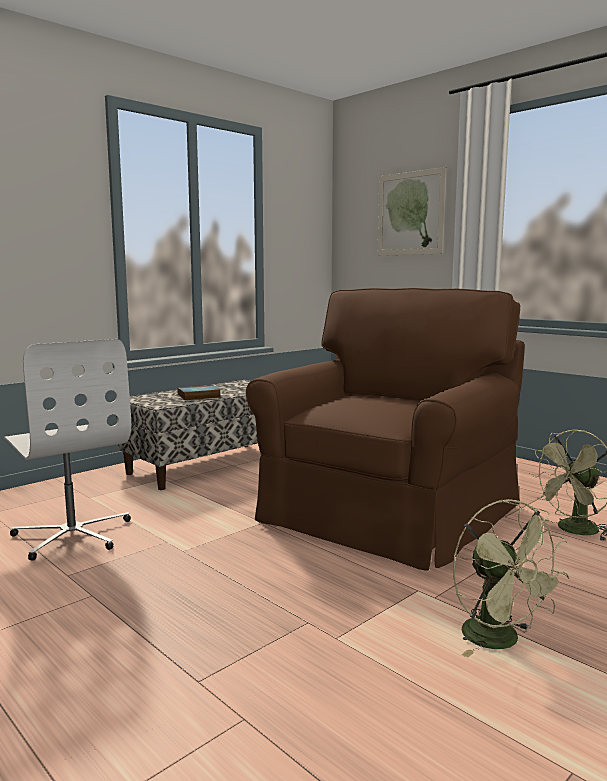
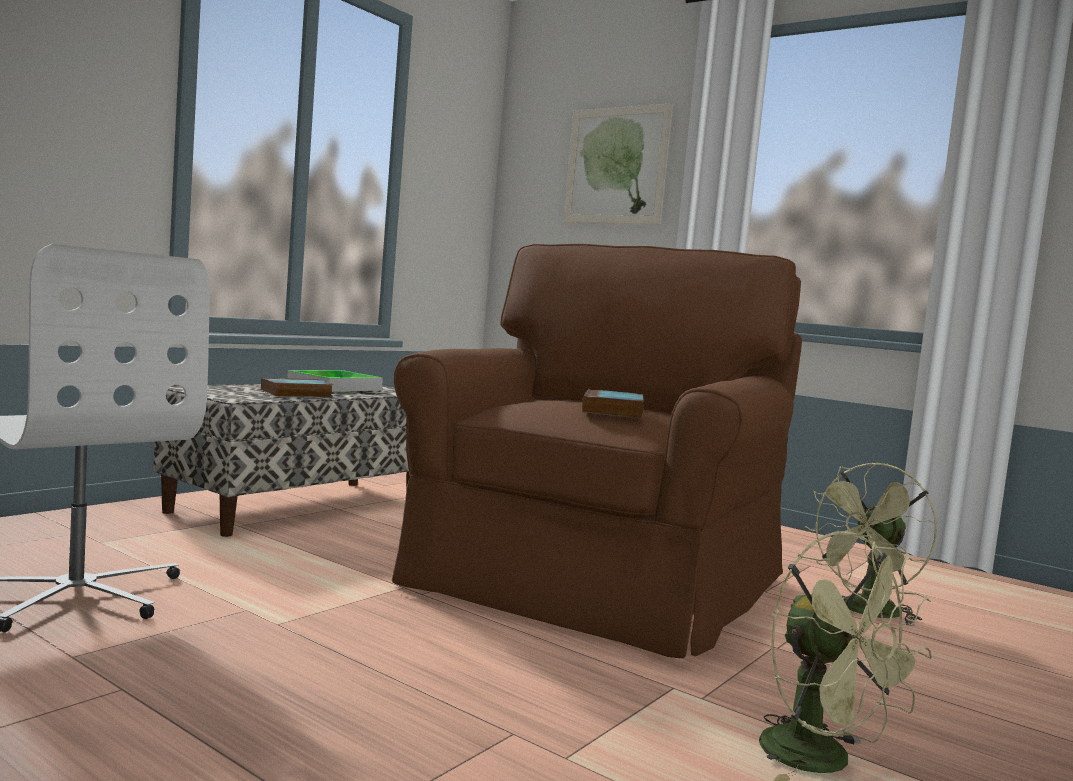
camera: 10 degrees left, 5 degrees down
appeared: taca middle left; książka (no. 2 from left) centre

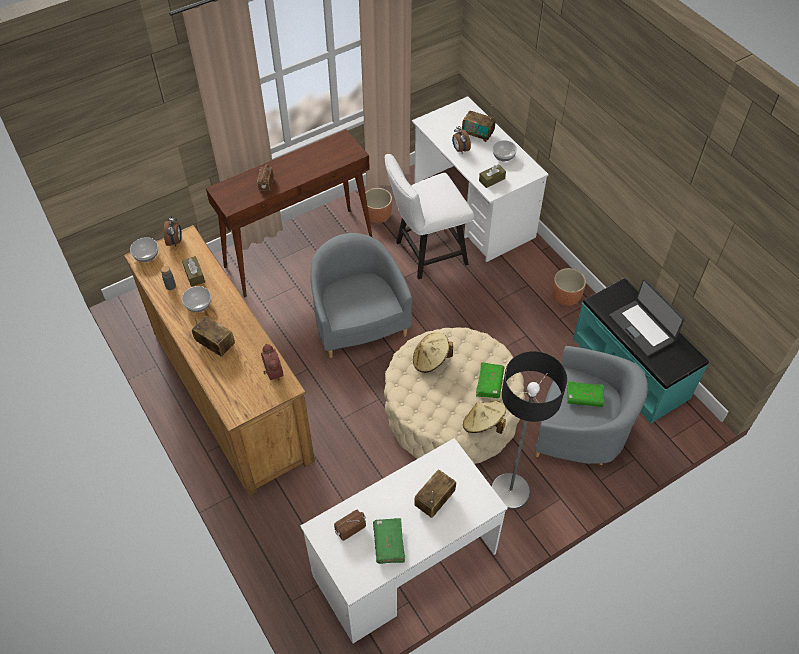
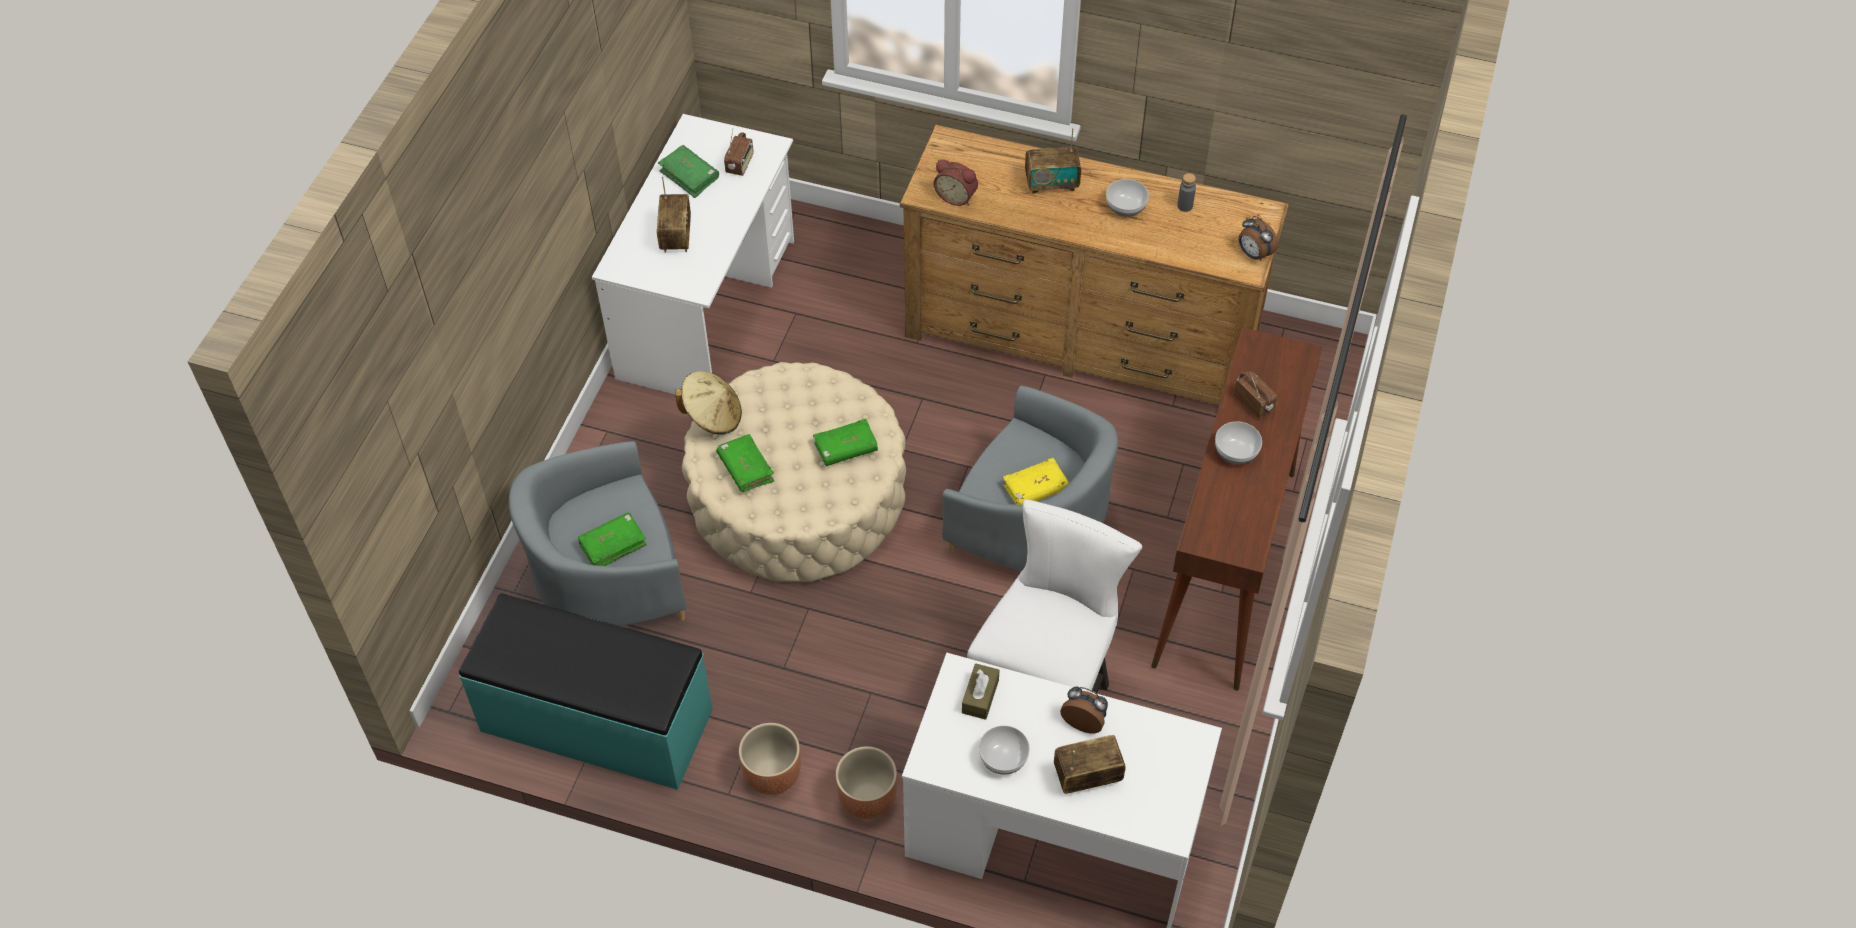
camera: 140 degrees right, 0 degrees up
missing: pudełko chusteczek [brązowy] (no. 1 from left) middle left; lampa stojąca centre; laptop middle right
appeared: książka [żółty] centre
relocated: miska (no. 1 from left in the first image) middle left to miska (no. 3 from left) middle right; donica [brązowy] (no. 1 from left in the first image) top centre to donica [brązowy] (no. 2 from left) bottom centre
exchanged: kapelusz [beżowy] (no. 1 from left) centre to książka [zielony] (no. 4 from left) centre

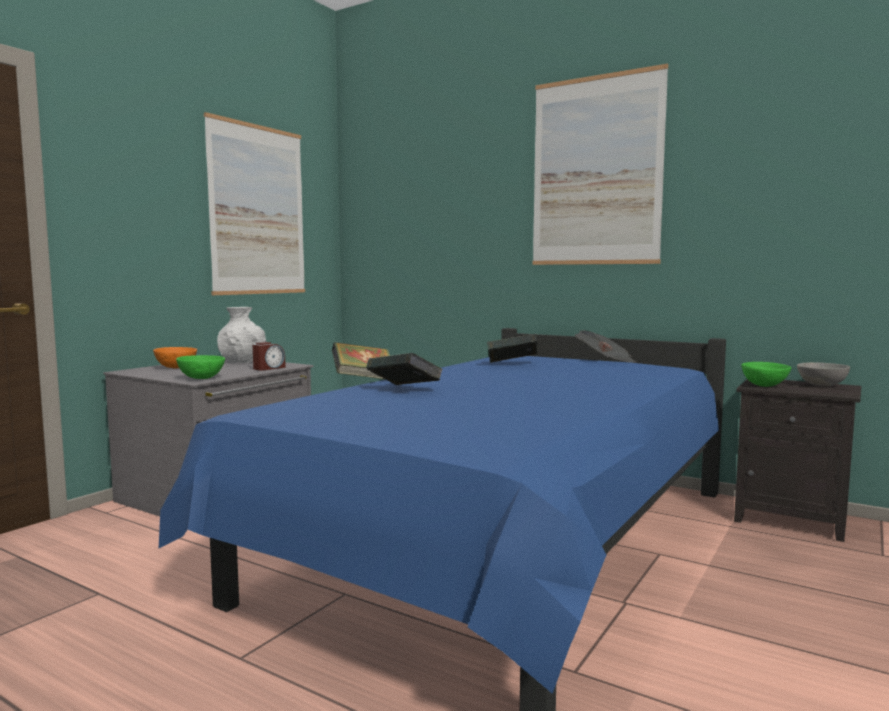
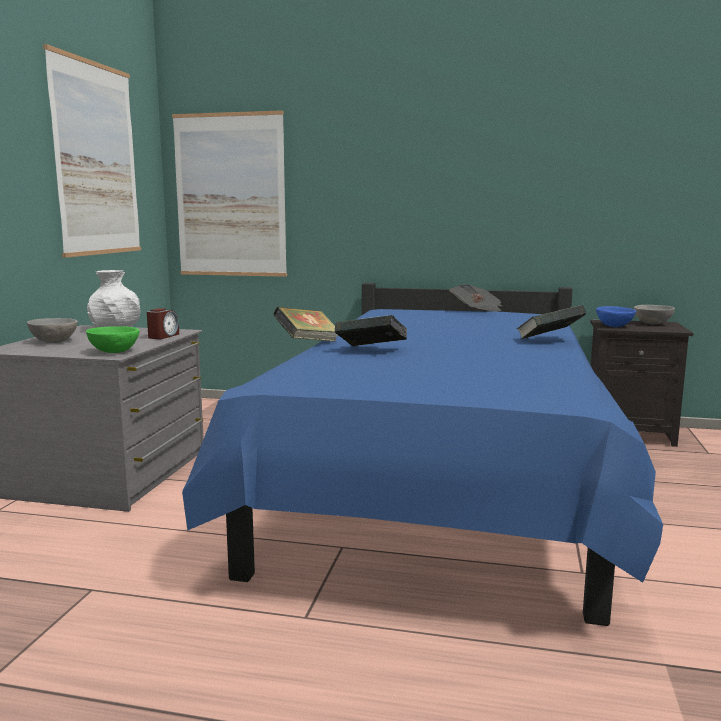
camera: 20 degrees left, 5 degrees up
relocated: książka (no. 3 from left) centre to middle right; obraz (no. 2 from left) top right to top left
colour: miska [pomarańczowy] middle left to miska [szary] (no. 1 from left) middle left; miska [zielony] (no. 2 from left) middle right to miska [niebieski] middle right

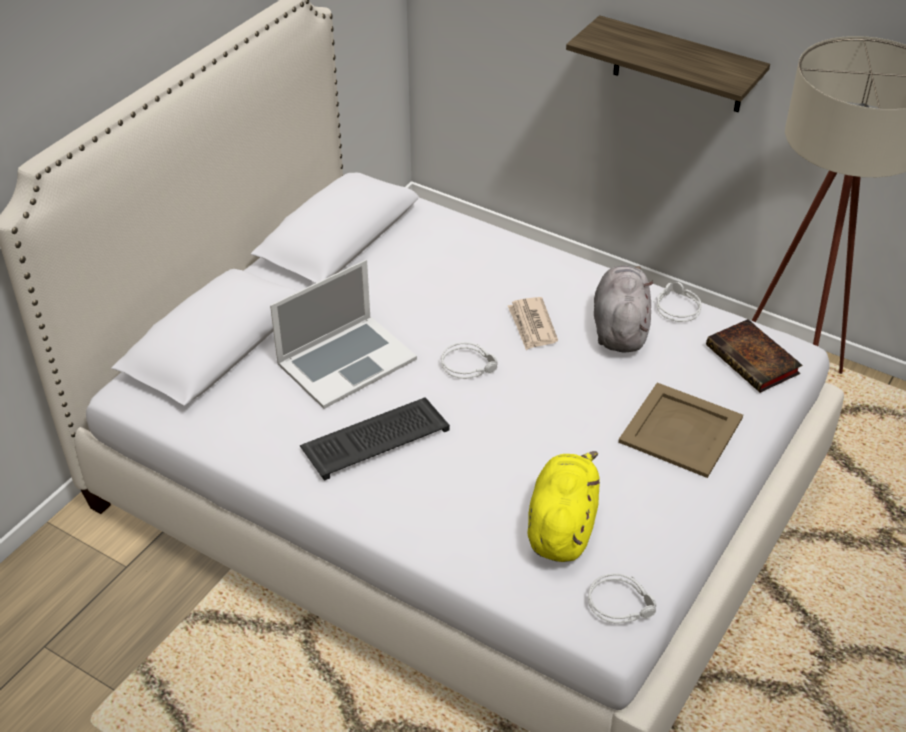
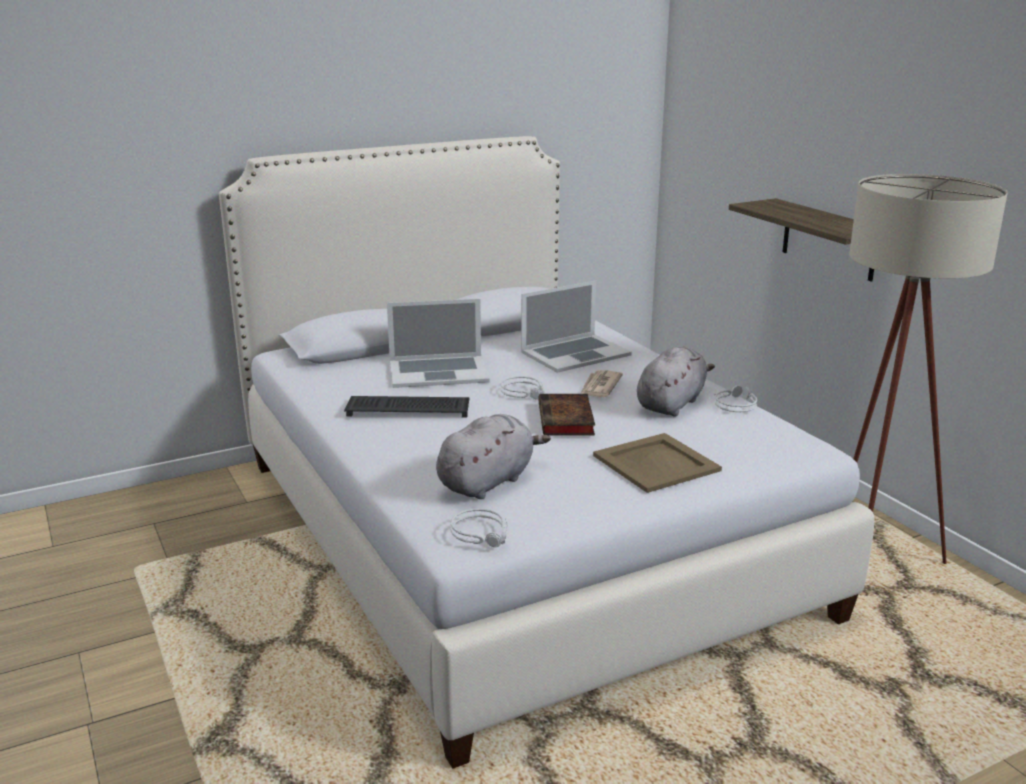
camera: 30 degrees right, 20 degrees down
appeared: laptop (no. 2 from left) centre
relocated: książka middle right to centre
colour: pluszak [żółty] bottom centre to pluszak [szary] (no. 1 from left) centre

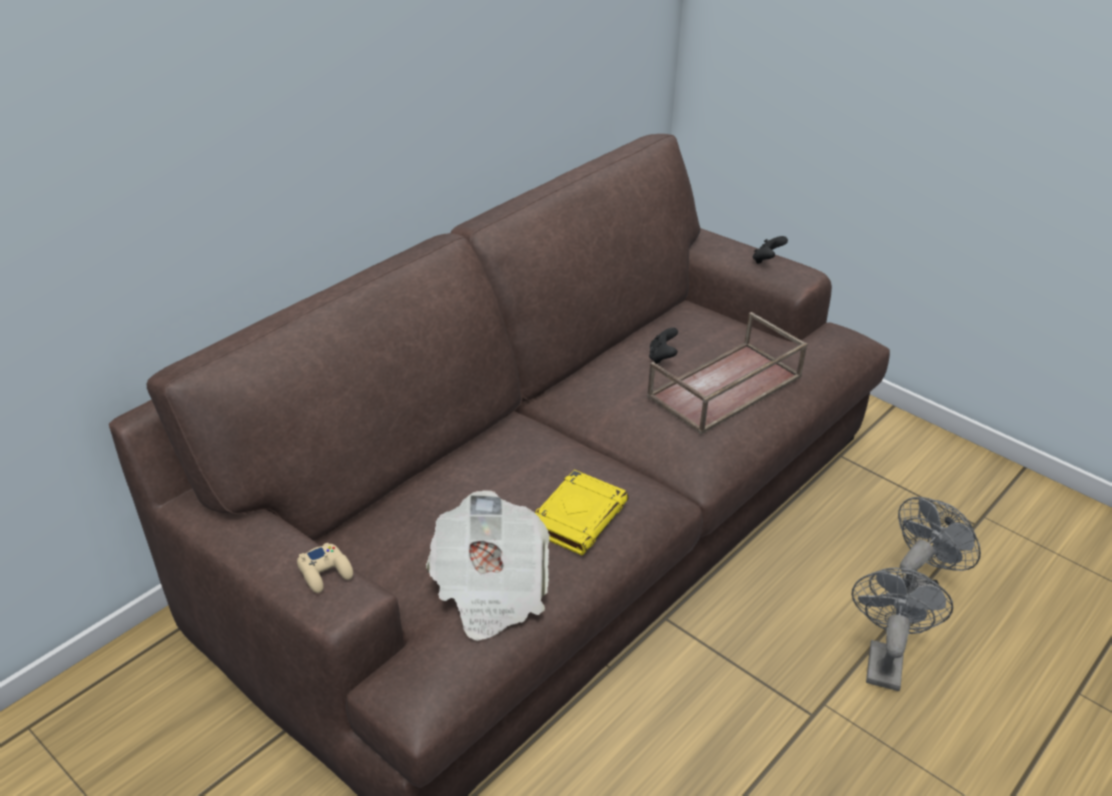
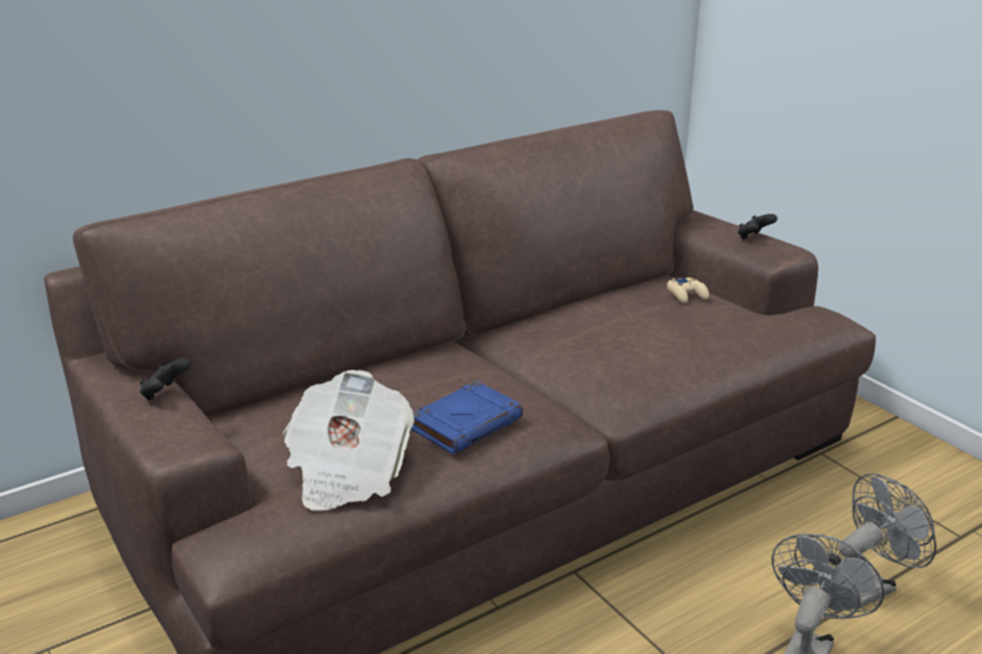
camera: 15 degrees right, 10 degrees down
missing: taca [brązowy] centre
relocated: pad do gier [beżowy] bottom left to middle right; pad do gier [czarny] (no. 1 from left) centre to middle left
colour: książka [żółty] centre to książka [niebieski] centre

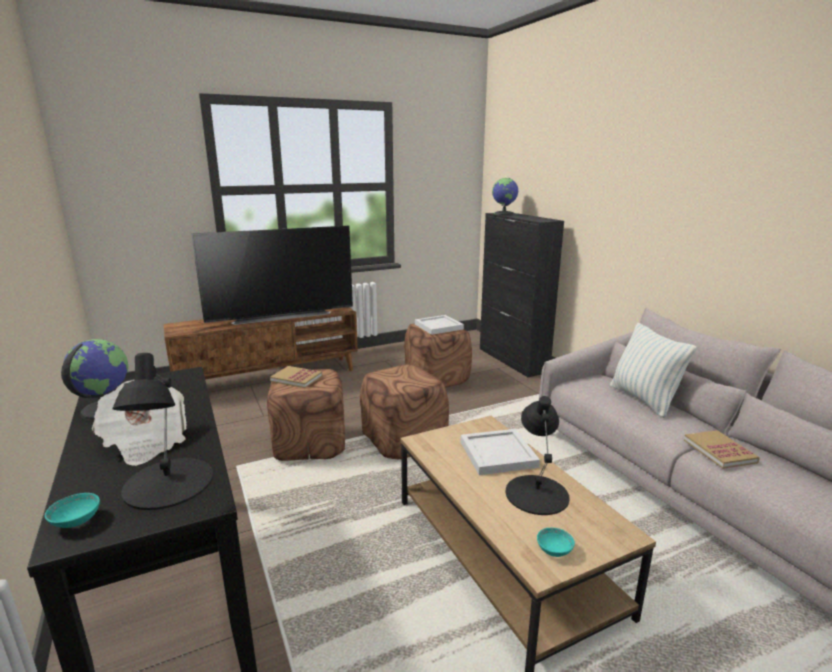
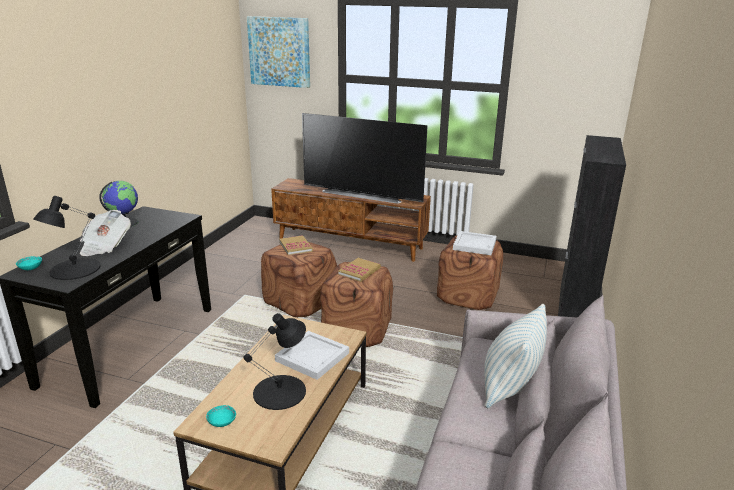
camera: 45 degrees right, 5 degrees up
missing: globus (no. 2 from left) top centre
appeared: obraz top centre
relocated: książka (no. 2 from left) bottom right to centre

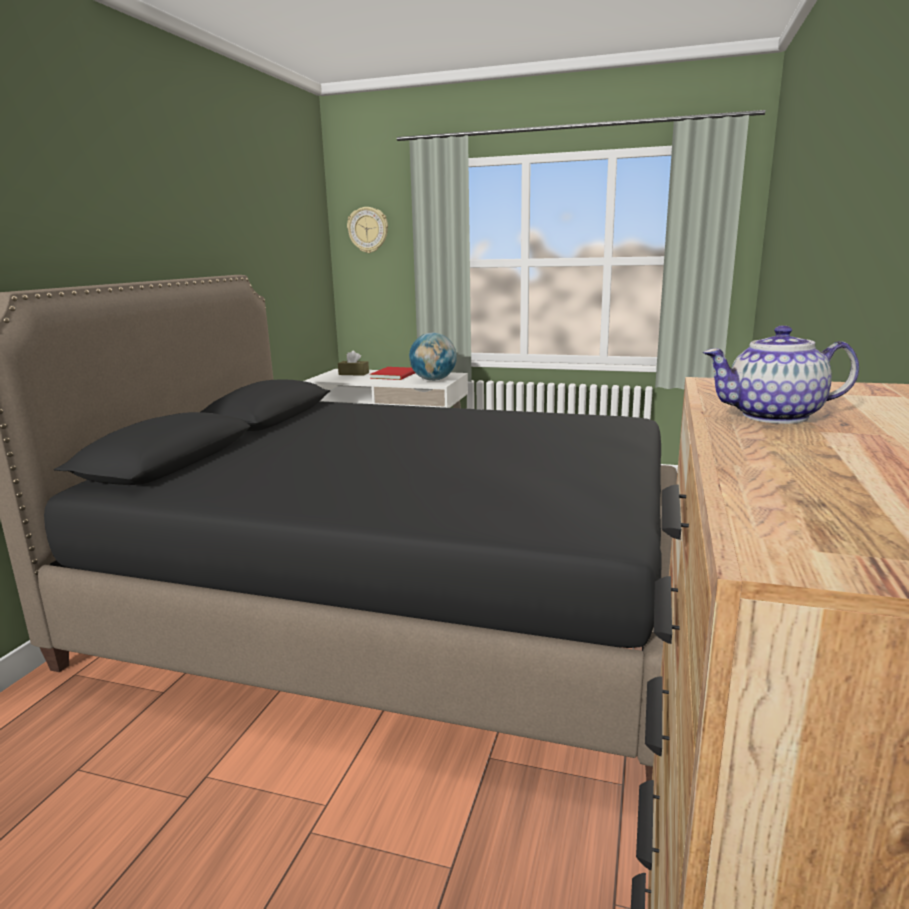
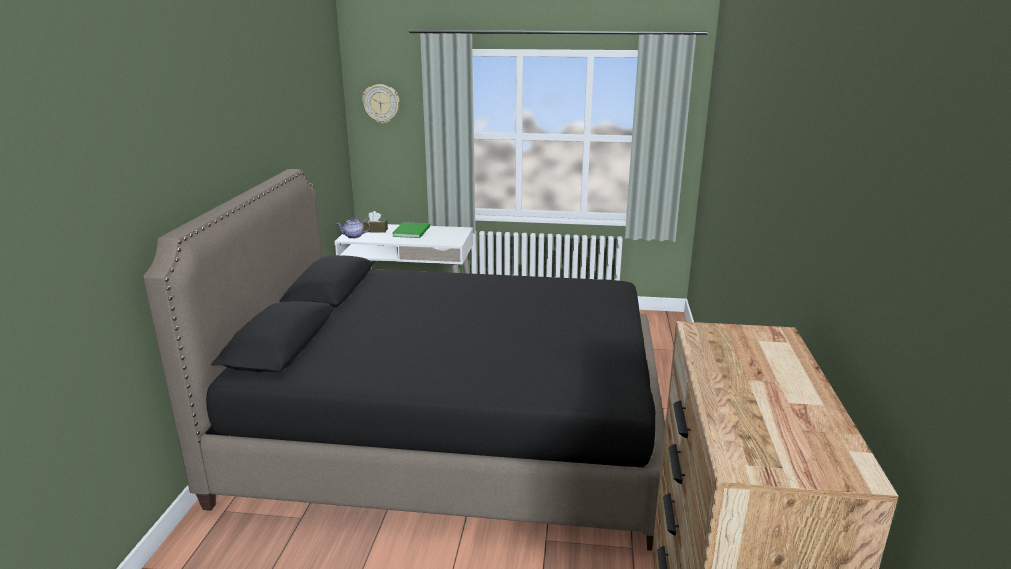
camera: 10 degrees left, 5 degrees up
missing: globus centre
relocated: imbryk middle right to centre
colour: książka [czerwony] centre to książka [zielony] centre

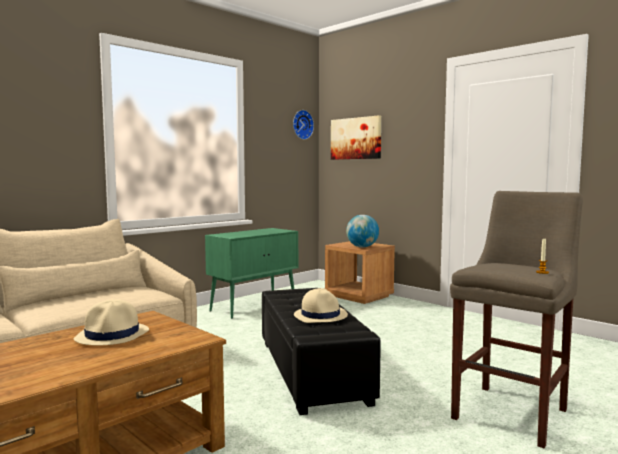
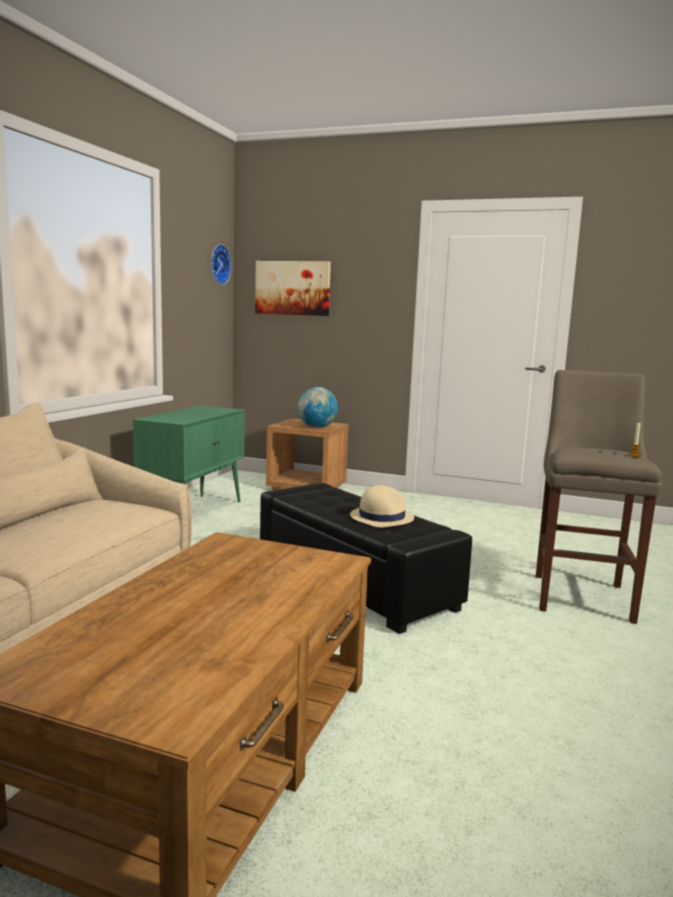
camera: 25 degrees left, 5 degrees up
missing: kapelusz [beżowy] (no. 1 from left) bottom left

